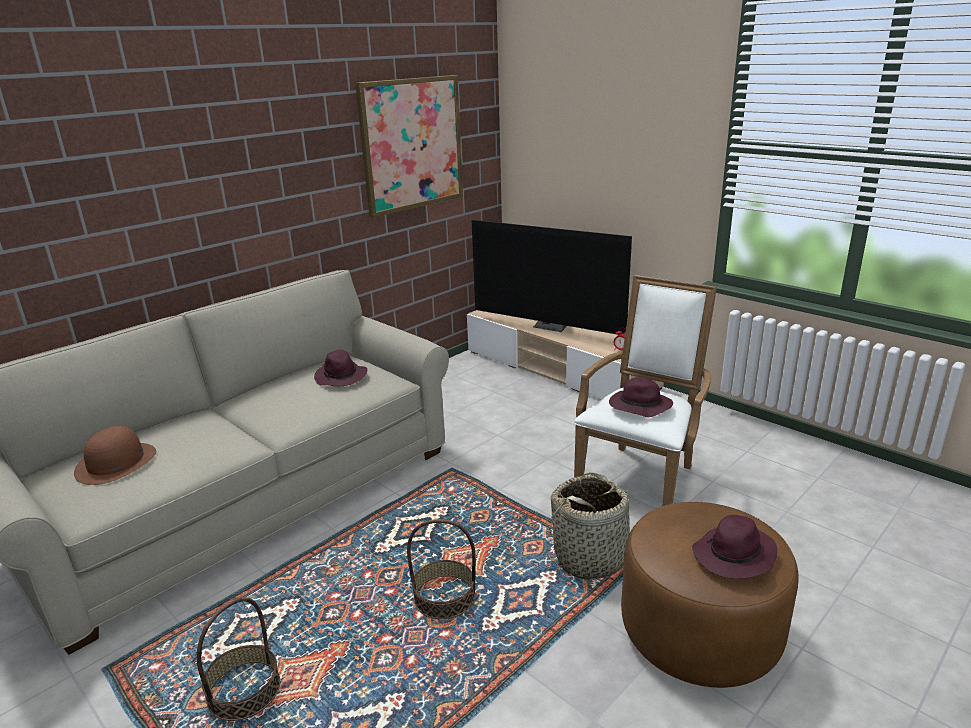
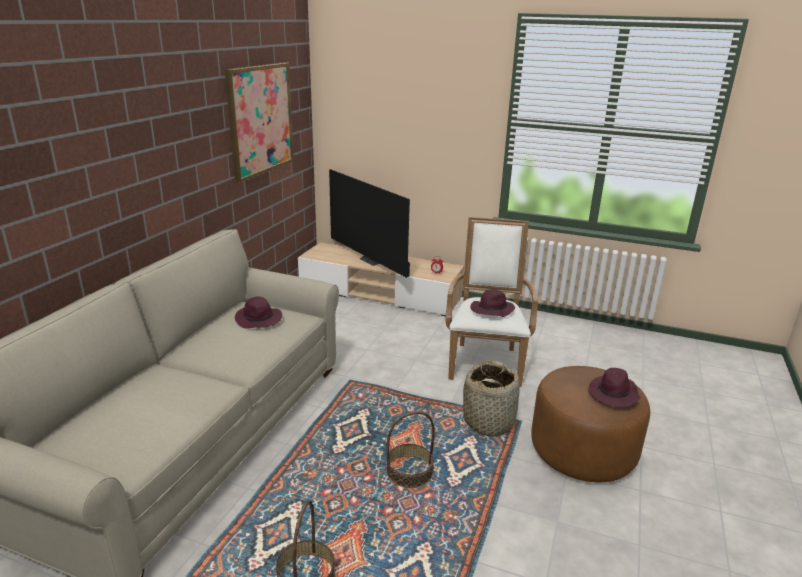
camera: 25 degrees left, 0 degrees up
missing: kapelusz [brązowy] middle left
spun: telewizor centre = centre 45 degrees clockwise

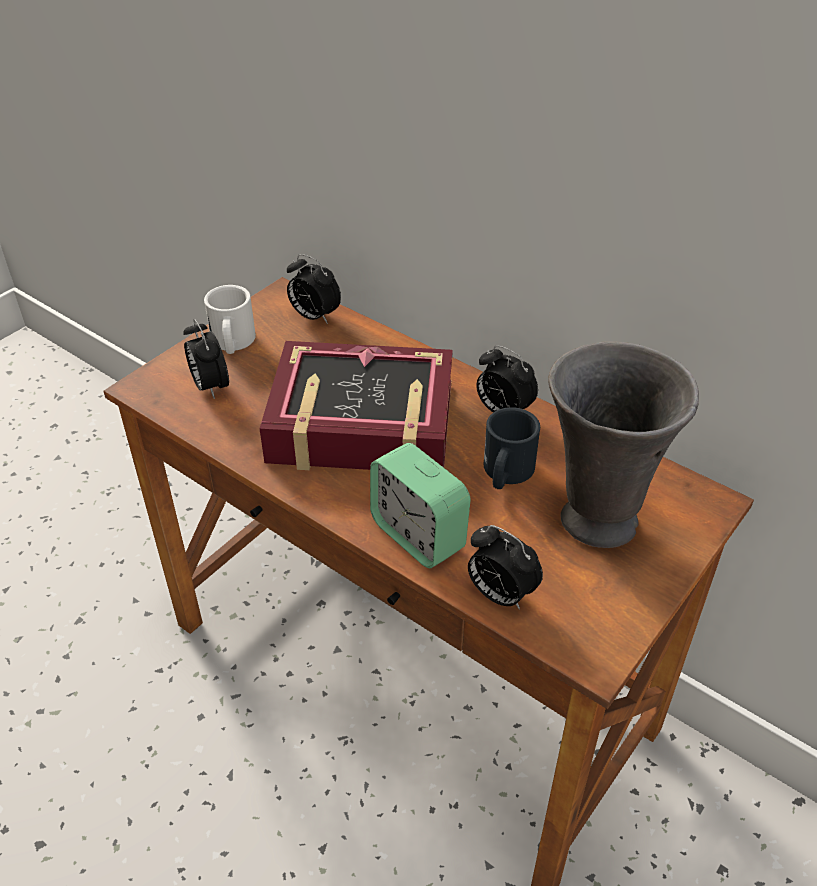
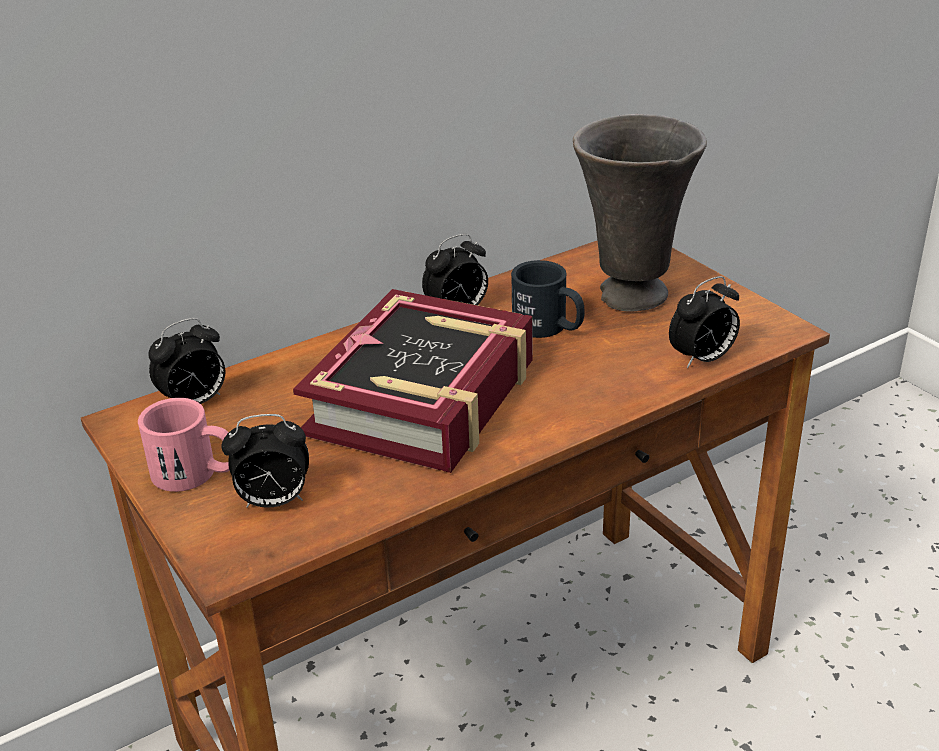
camera: 70 degrees left, 10 degrees down
missing: budzik (no. 3 from left) centre
colour: kubek [biały] middle left to kubek [różowy] middle left

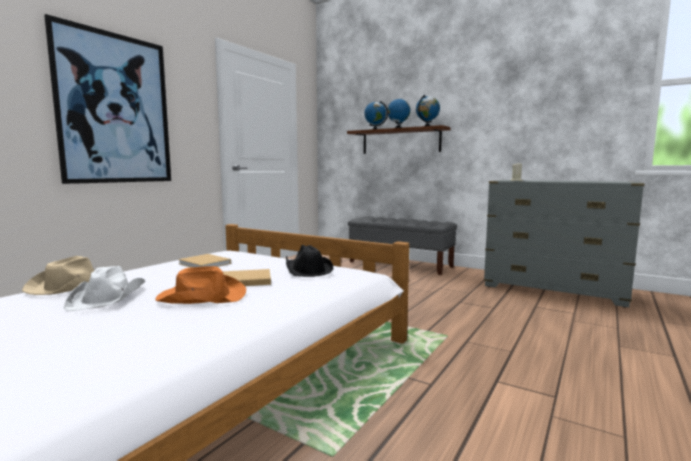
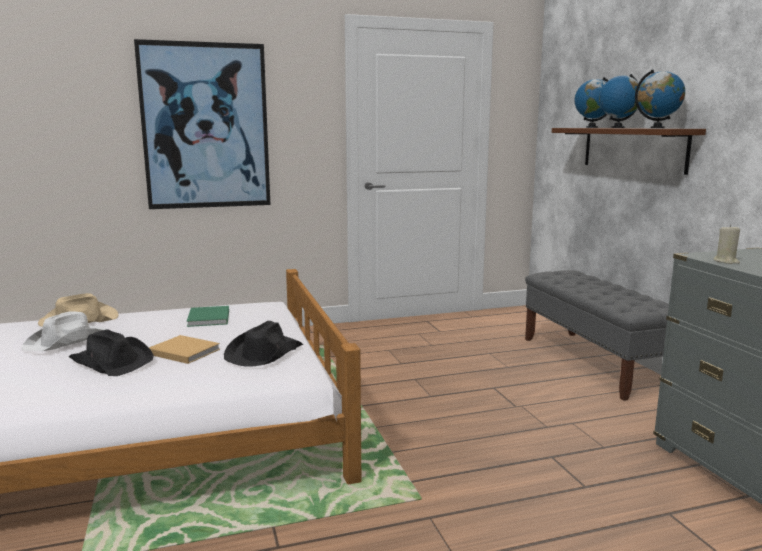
camera: 40 degrees right, 5 degrees up
colour: kapelusz [pomarańczowy] middle left to kapelusz [czarny] (no. 1 from left) middle left; książka [beżowy] (no. 1 from left) middle left to książka [zielony] middle left

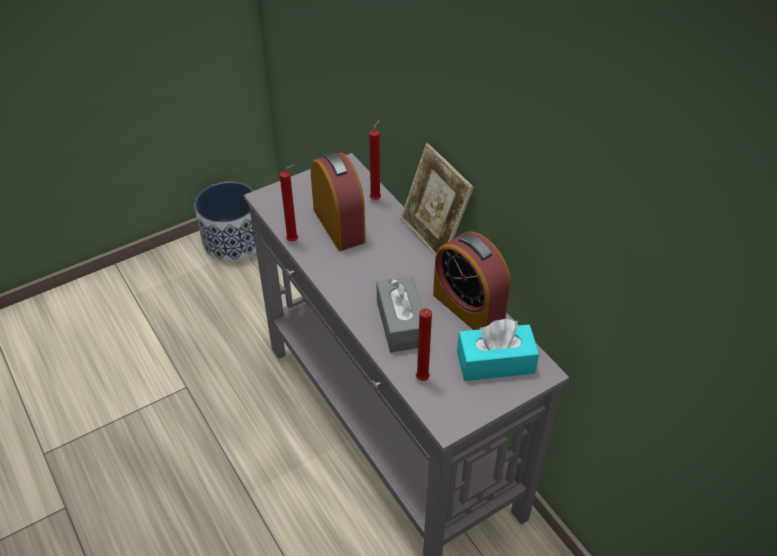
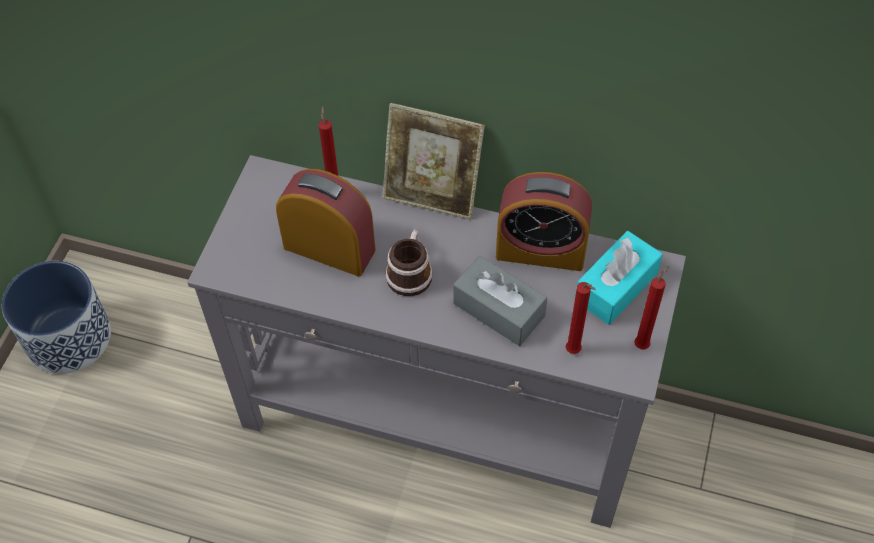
camera: 40 degrees left, 10 degrees up
appeared: kubek centre
relocated: świeca [czerwony] (no. 1 from left in the first image) centre to świeca [czerwony] (no. 3 from left) middle right

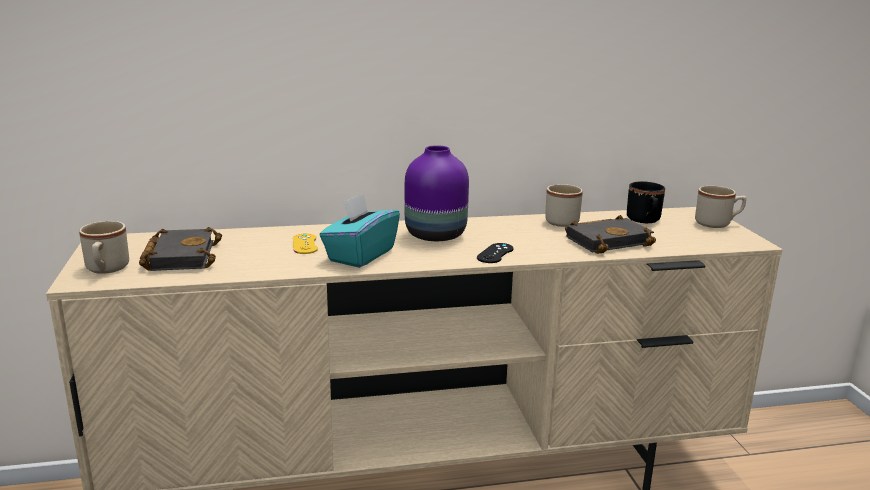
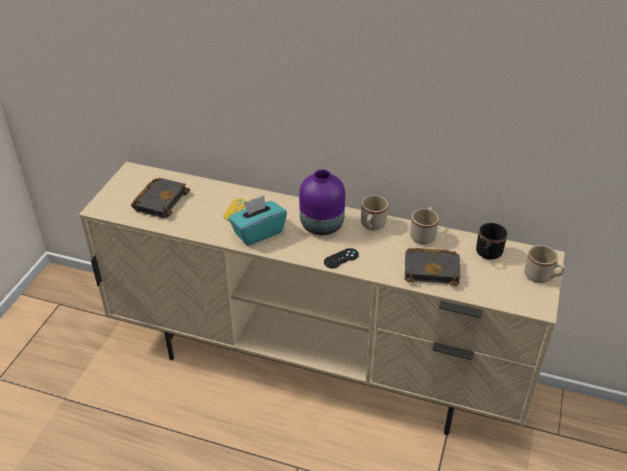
camera: 30 degrees right, 20 degrees up
relocated: kubek [beżowy] (no. 1 from left) middle left to centre

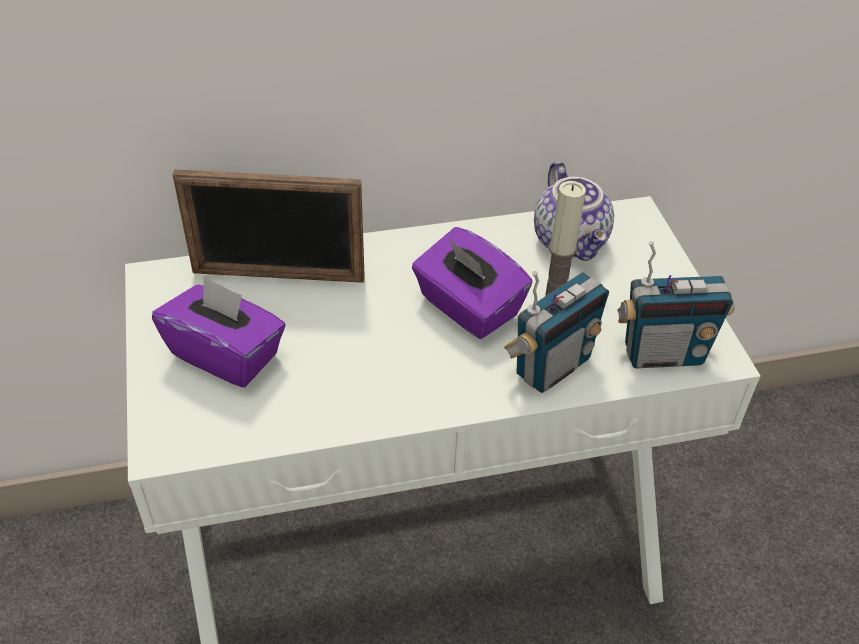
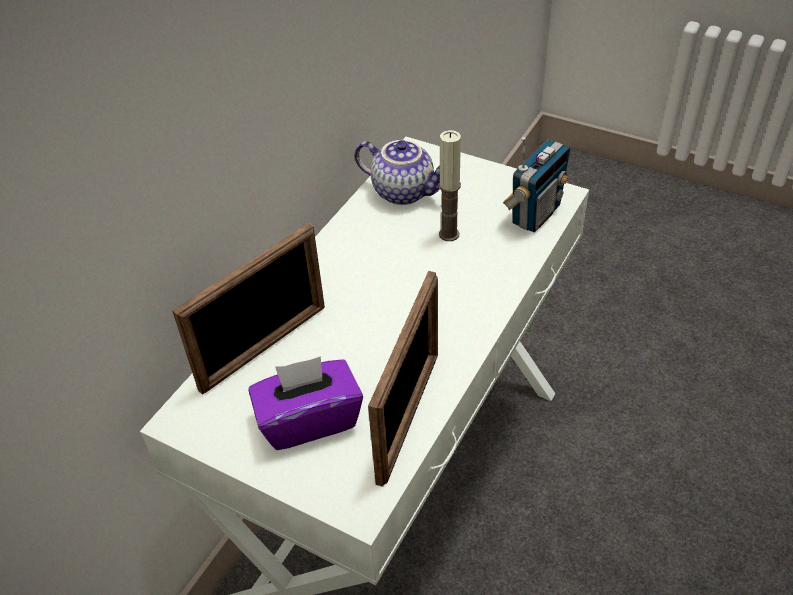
camera: 45 degrees left, 0 degrees up
missing: pudełko chusteczek [fioletowy] (no. 2 from left) centre; radio (no. 1 from left) centre
appeared: ramka na zdjęcie (no. 2 from left) centre

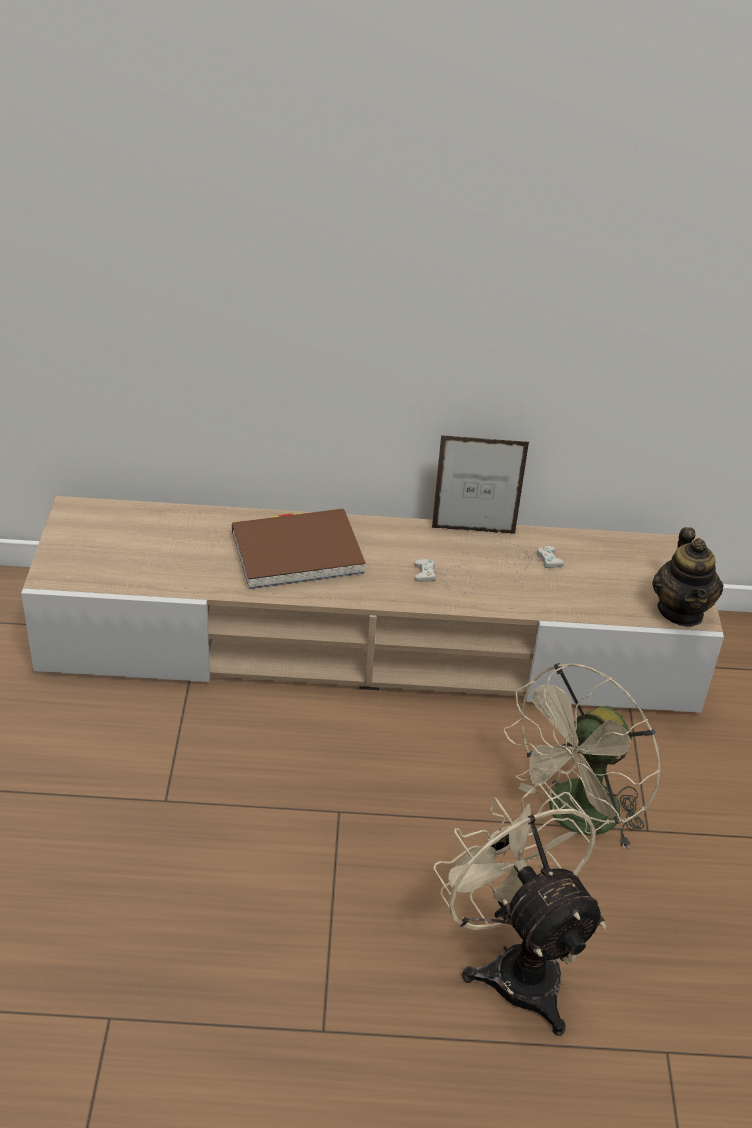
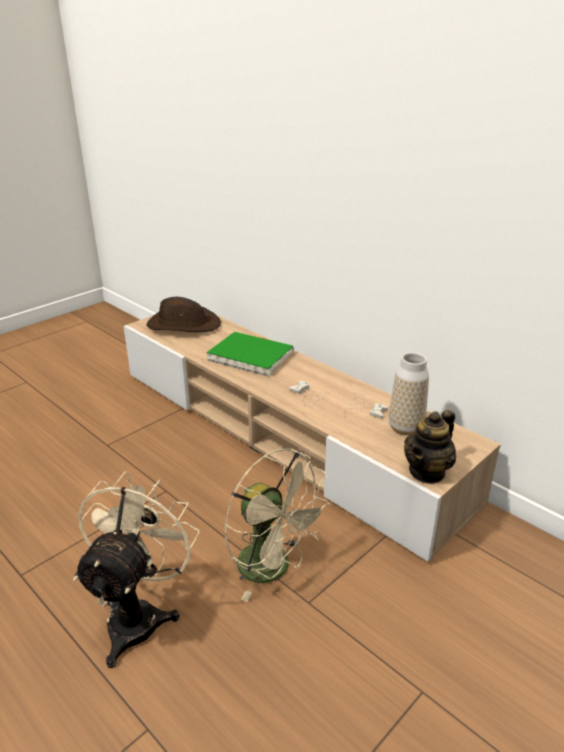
camera: 45 degrees right, 10 degrees down
missing: ramka na zdjęcie centre
appeared: kapelusz [brązowy] middle left; wazon middle right
colour: książka [brązowy] centre to książka [zielony] centre
spun: wentylator [beżowy] (no. 2 from left) bottom right = bottom centre 135 degrees counterclockwise

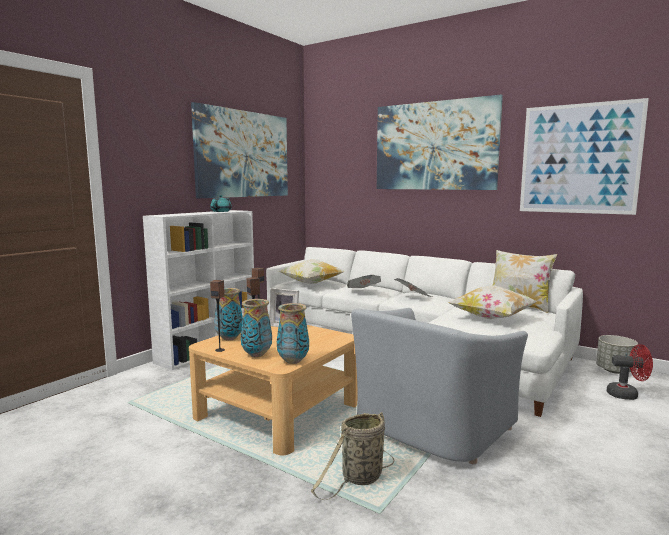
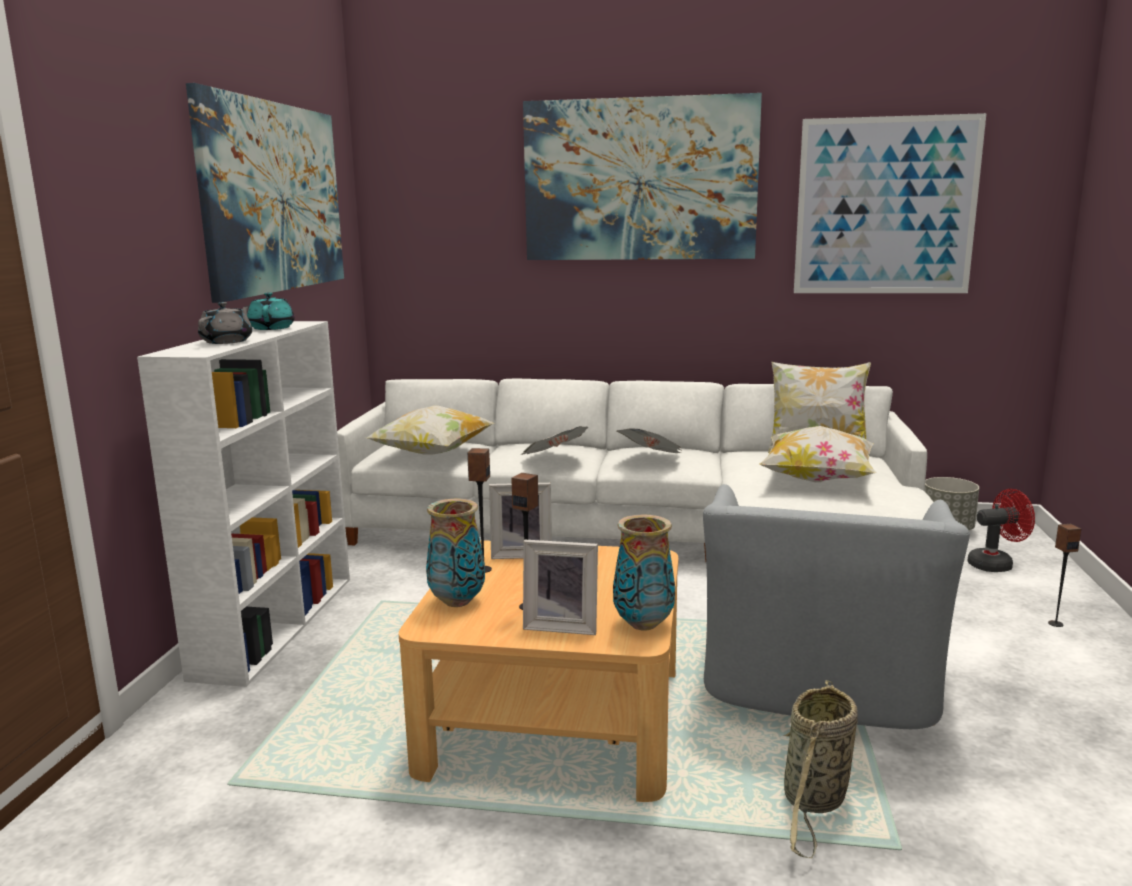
camera: 25 degrees left, 5 degrees up
appeared: imbryk [szary] middle left
relocated: głośnik (no. 1 from left in the first image) middle left to głośnik (no. 3 from left) middle right
exchanged: wazon (no. 2 from left) centre to ramka na zdjęcie (no. 2 from left) centre

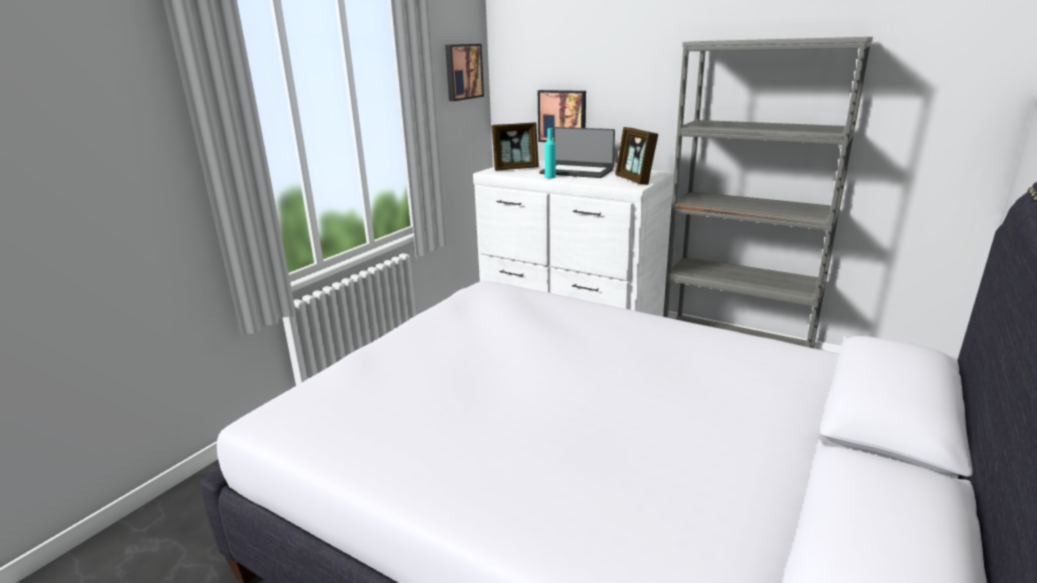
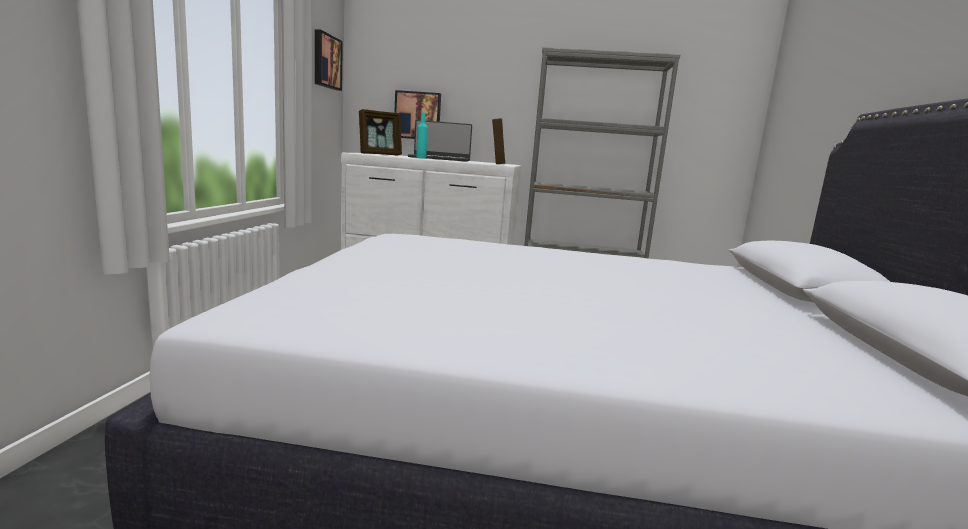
camera: 25 degrees left, 10 degrees down
spun: ramka na zdjęcie (no. 2 from left) top centre = top centre 135 degrees counterclockwise

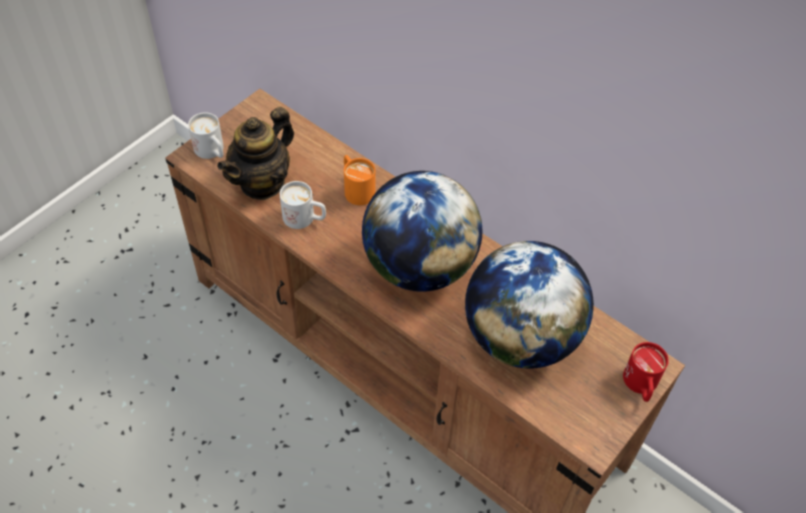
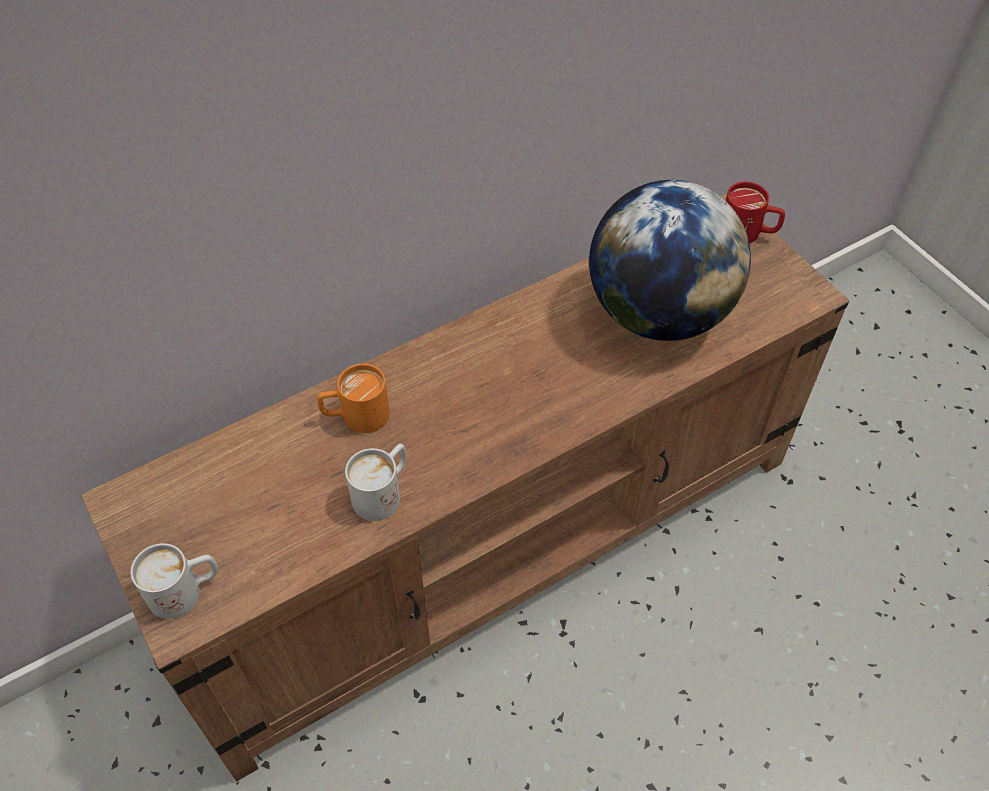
camera: 70 degrees left, 0 degrees up
missing: imbryk top left; globus (no. 1 from left) centre

